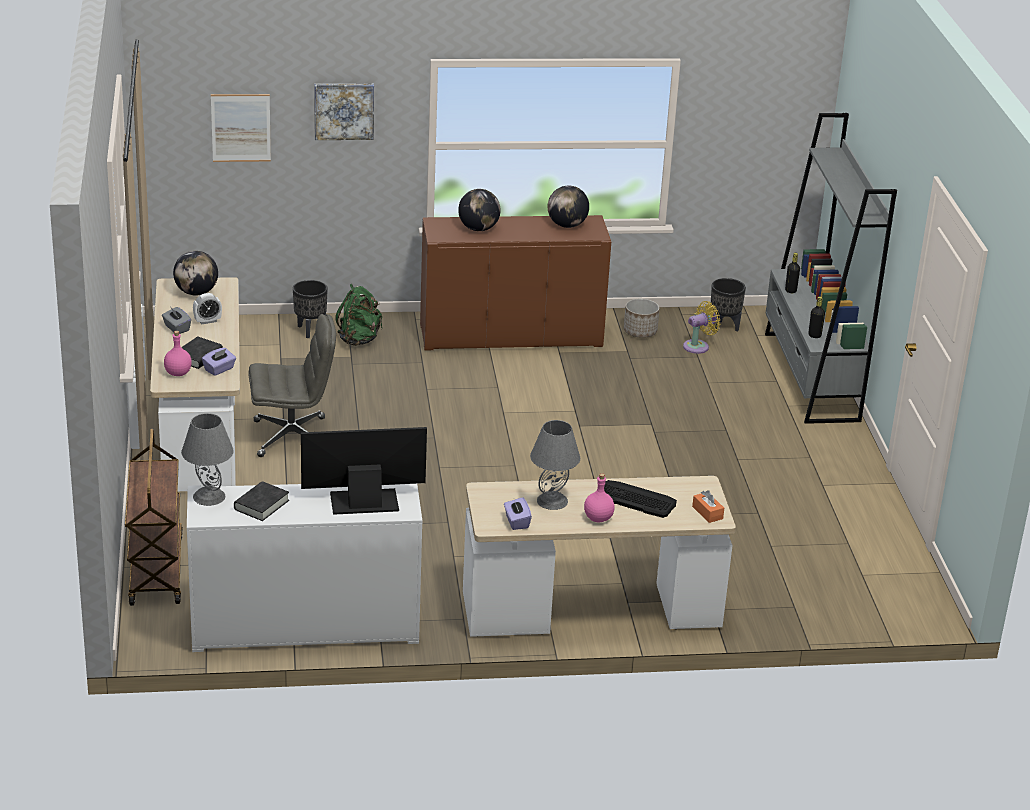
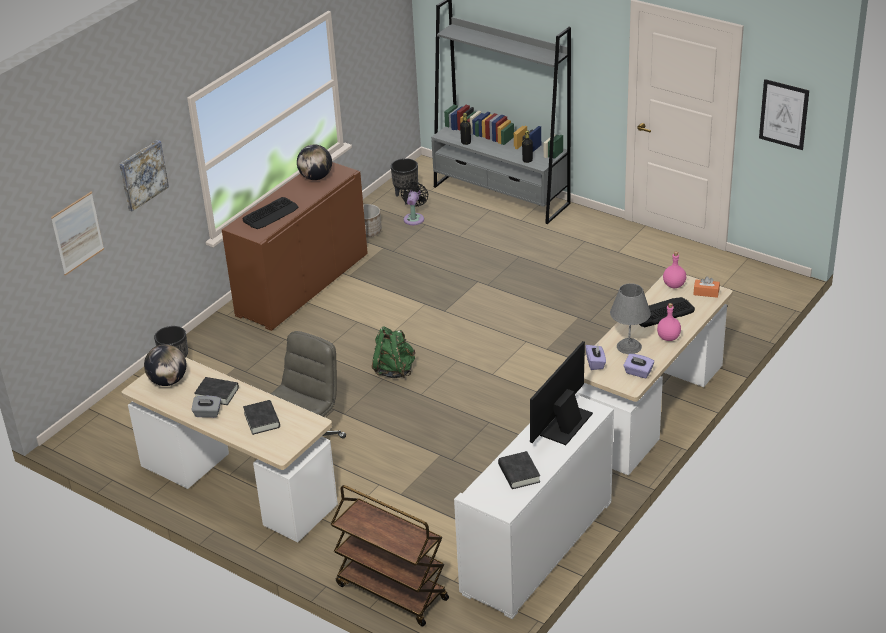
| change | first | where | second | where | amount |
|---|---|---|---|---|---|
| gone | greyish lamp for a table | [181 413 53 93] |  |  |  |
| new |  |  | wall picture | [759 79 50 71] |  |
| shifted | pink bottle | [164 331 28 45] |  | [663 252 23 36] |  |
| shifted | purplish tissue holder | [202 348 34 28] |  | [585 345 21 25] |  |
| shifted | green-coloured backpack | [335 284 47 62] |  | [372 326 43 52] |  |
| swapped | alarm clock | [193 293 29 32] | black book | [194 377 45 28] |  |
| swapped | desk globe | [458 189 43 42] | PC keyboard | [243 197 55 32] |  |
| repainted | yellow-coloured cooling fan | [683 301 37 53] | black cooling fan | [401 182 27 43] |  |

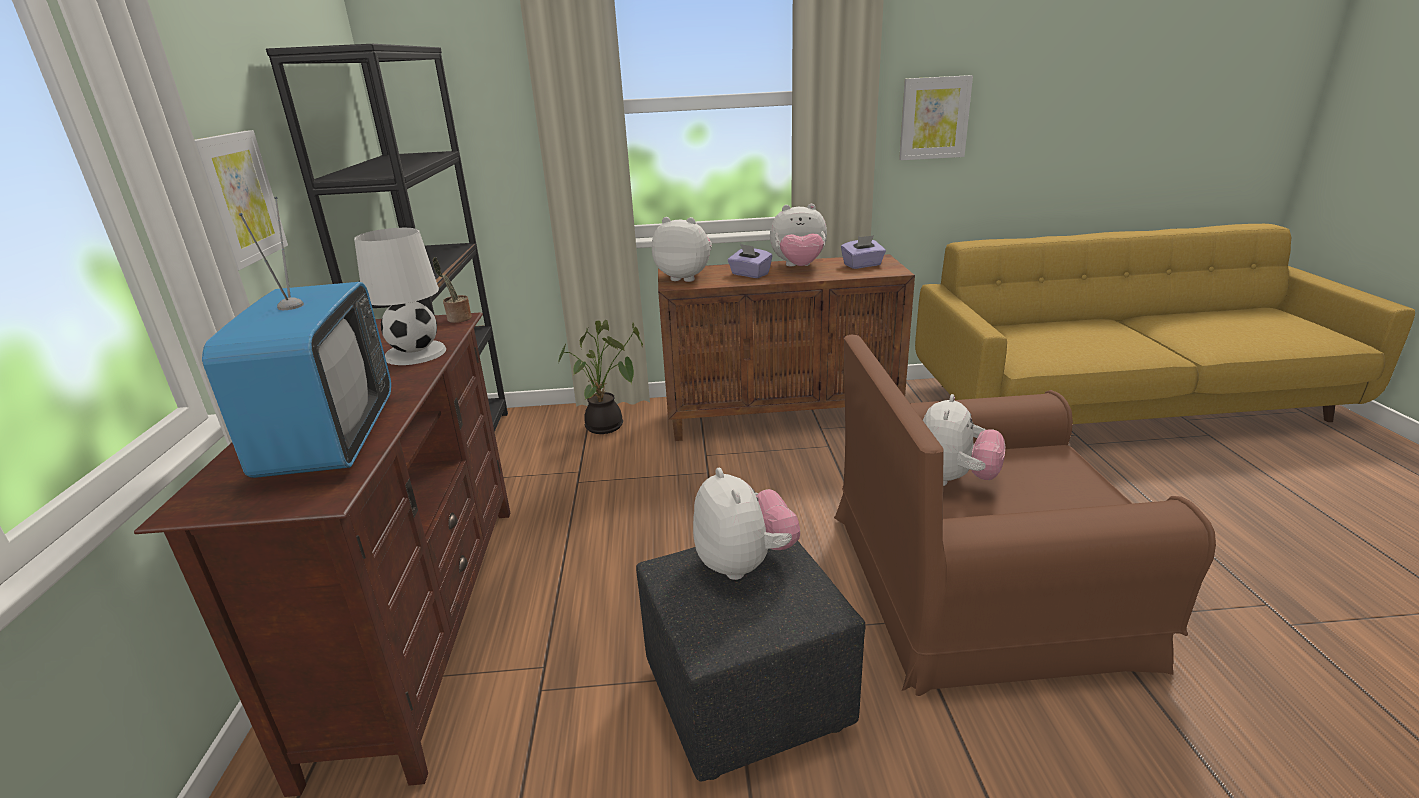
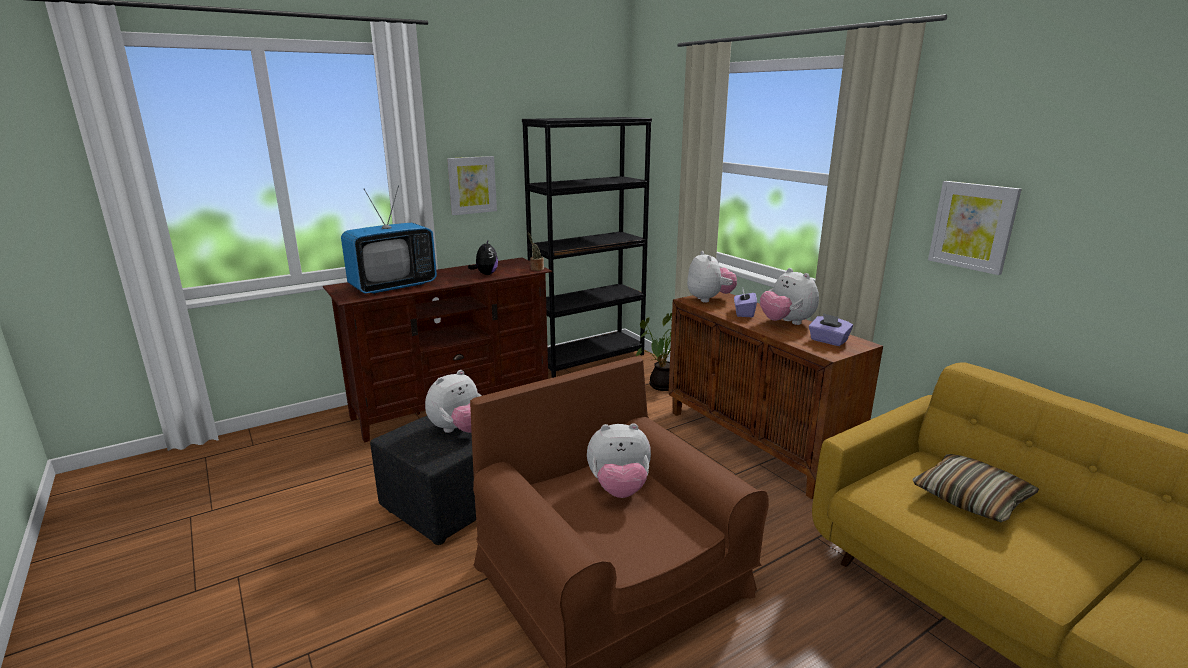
| change | first | where | second | where | amount |
|---|---|---|---|---|---|
| new |  |  | pillow | [913 454 126 68] |  |
| swapped | whitish lamp for a table | [354 228 92 137] | plush toy | [468 241 30 34] |  |

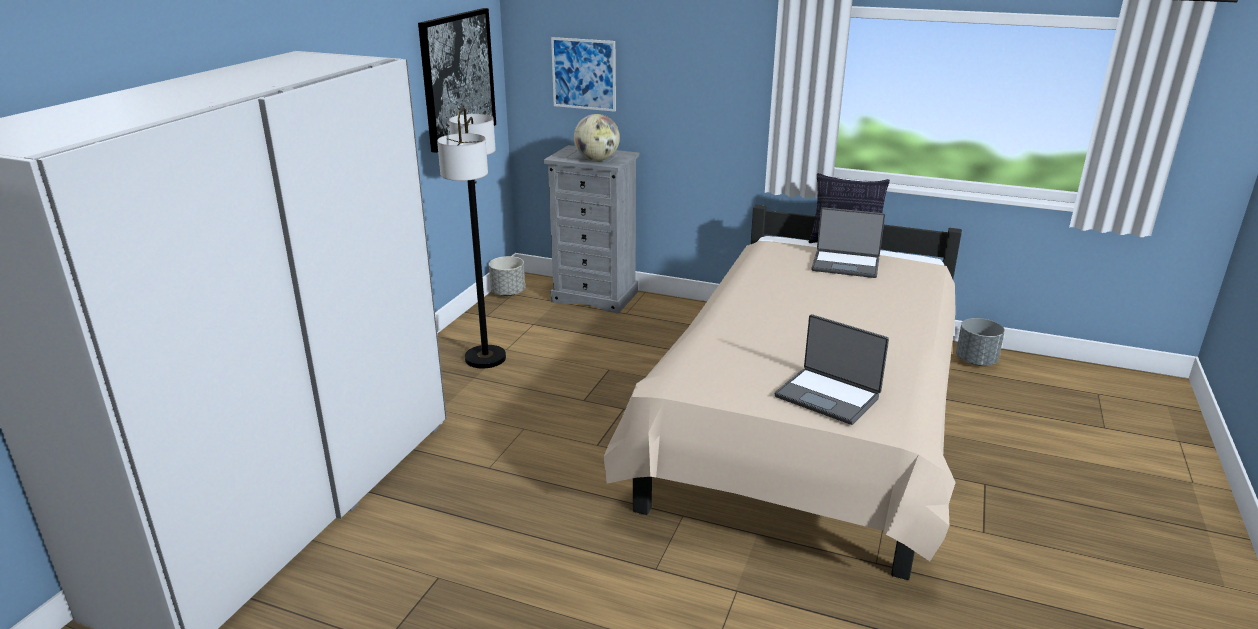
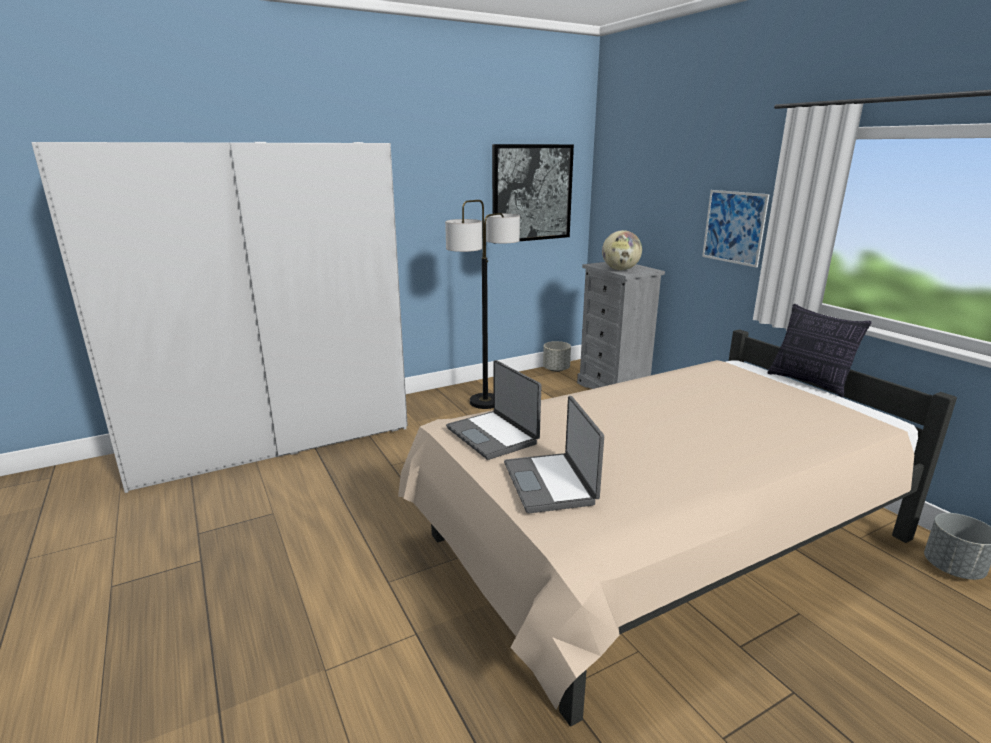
| change | first | where | second | where | amount |
|---|---|---|---|---|---|
| shifted | wall picture | [551 37 65 75] |  | [702 190 68 78] |  |
| shifted | notebook computer | [811 207 74 71] |  | [446 360 95 100] |  |

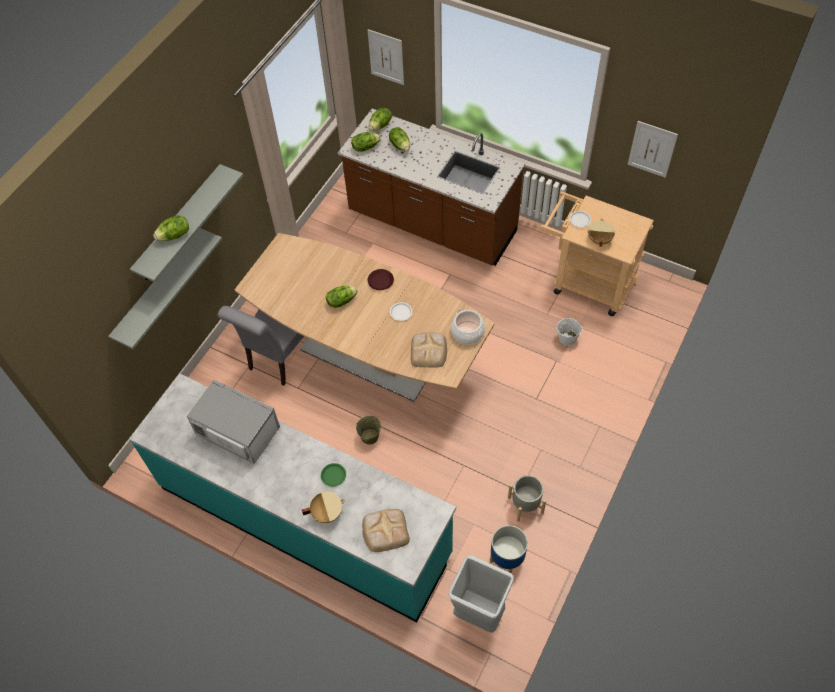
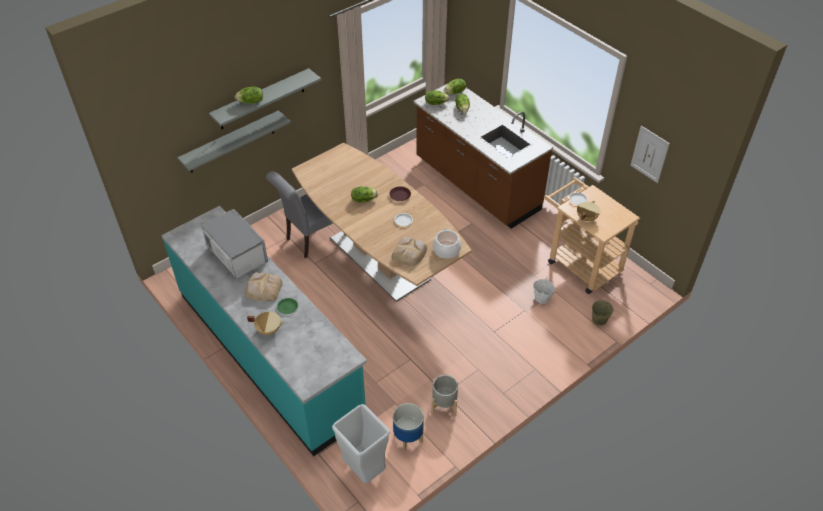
| change | first | where | second | where | amount |
|---|---|---|---|---|---|
| gone | wall picture | [368 29 36 56] |  |  |  |
| shifted | sand-coloured bucket | [356 416 25 29] |  | [592 300 21 25] |  |
| shifted | bread | [362 509 48 43] |  | [245 272 38 29] |  |

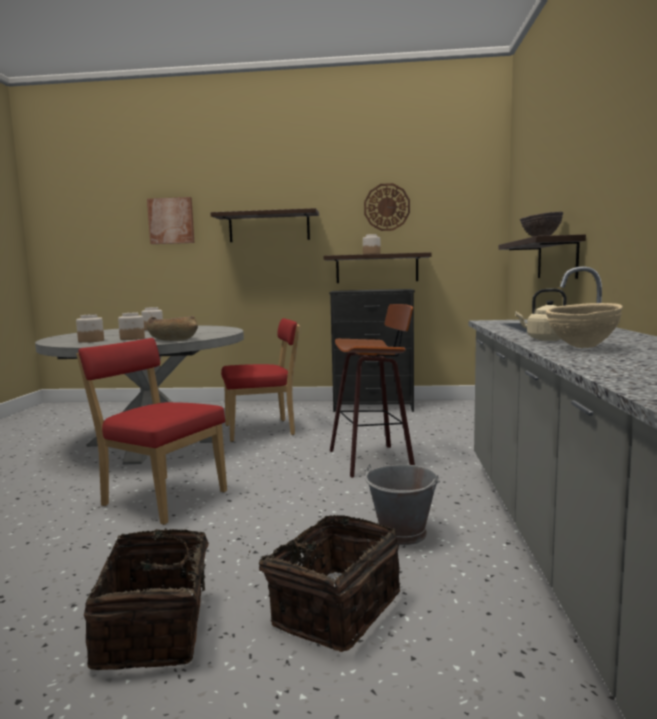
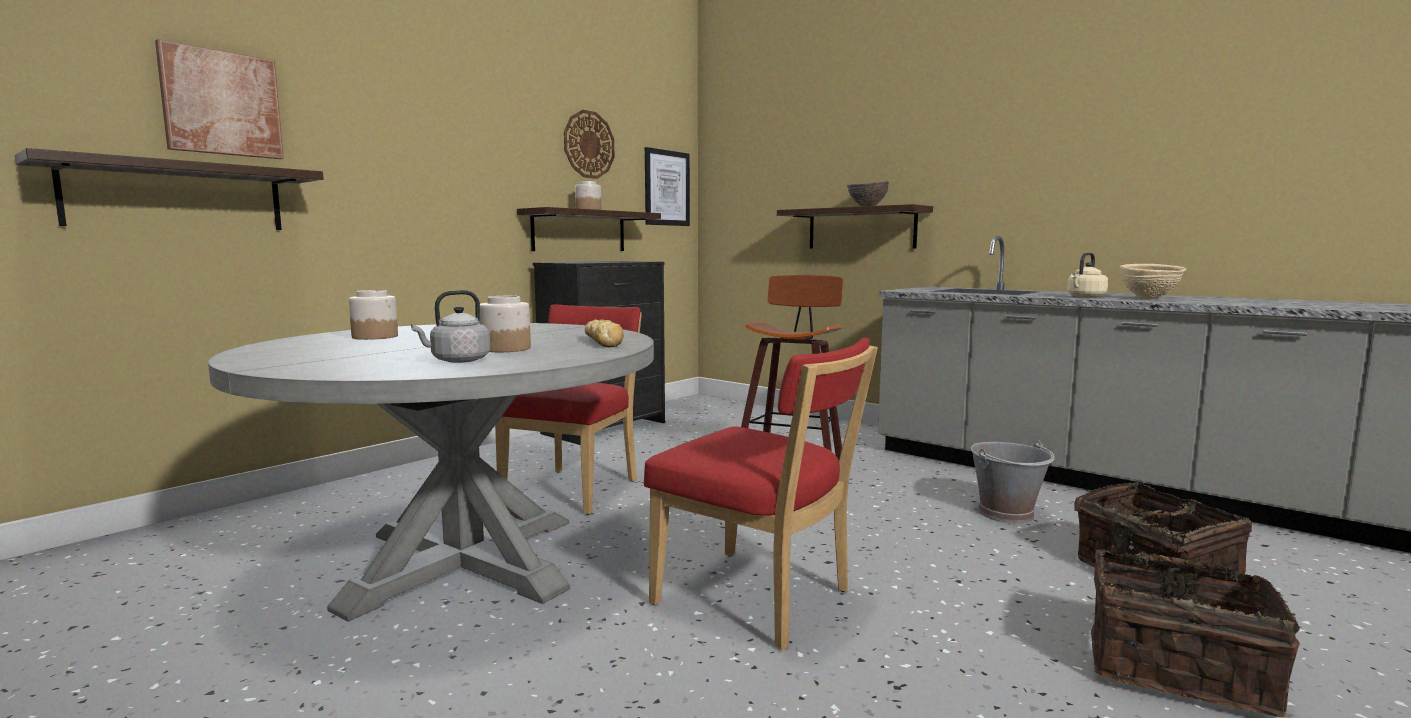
| change | first | where | second | where | amount |
|---|---|---|---|---|---|
| new |  |  | wall picture | [645 147 45 79] |  |
| shifted | shelf | [210 208 109 34] |  | [14 148 310 82] |  |
| swapped | storage jar | [76 314 28 29] | greyish kettle | [411 290 79 73] |  |
| swapped | brown bowl | [147 316 51 25] | bread | [585 320 39 27] |  |
| rotated | red plain chair | [76 338 151 187] |  | [643 337 235 313] | 120 degrees counterclockwise |

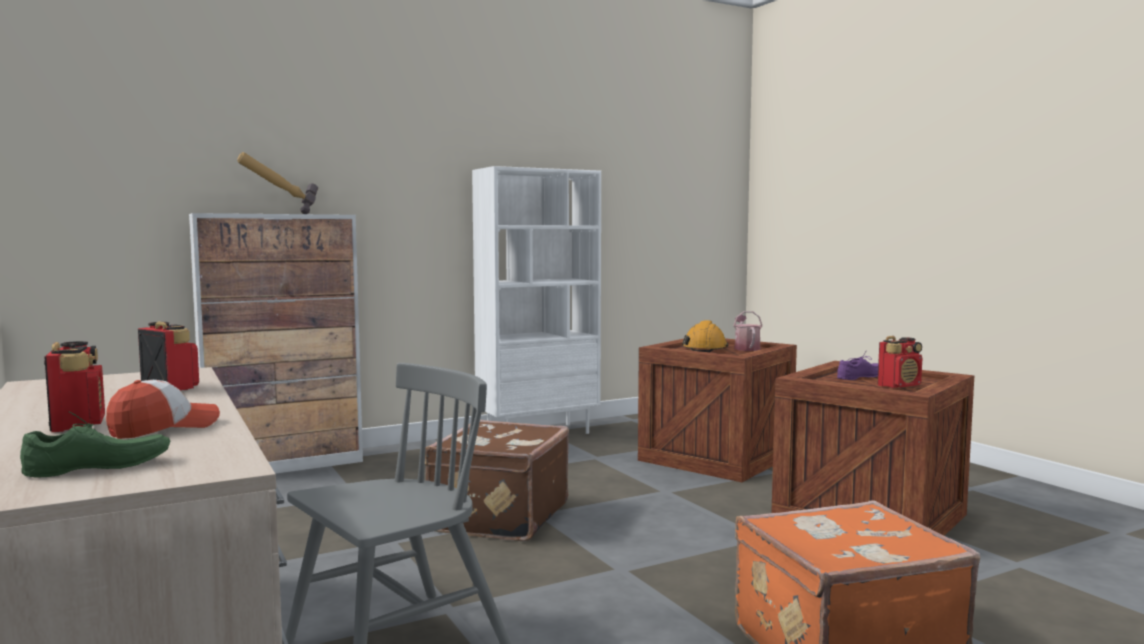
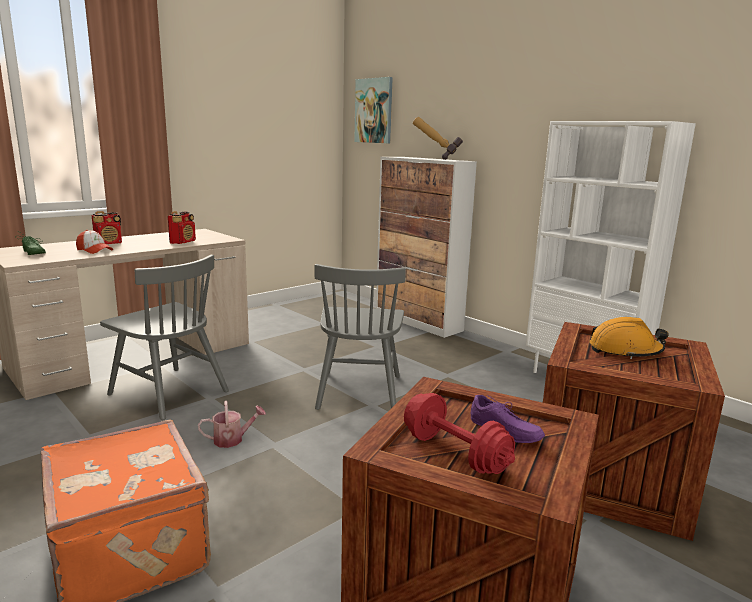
| change | first | where | second | where | amount |
|---|---|---|---|---|---|
| new |  |  | wall picture | [354 77 39 66] |  |
| shifted | sprinkling can | [733 311 29 40] |  | [198 401 68 47] |  |
| swapped | brown travel case | [425 420 144 121] | greyish plain chair | [314 264 92 146] |  |
| swapped | radio receiver | [878 336 45 52] | red hand weight | [404 393 111 81] |  |

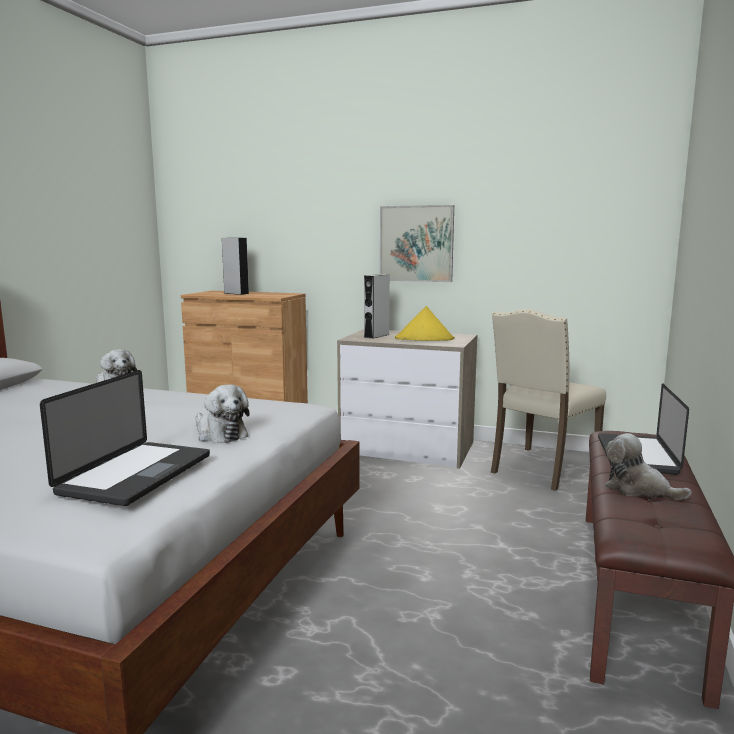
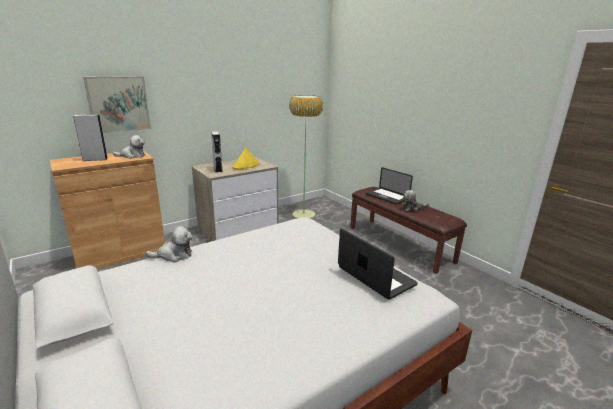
| change | first | where | second | where | amount |
|---|---|---|---|---|---|
| shifted | plush toy | [196 384 53 59] |  | [112 135 33 24] |  |
| shifted | wall picture | [380 205 74 77] |  | [83 76 68 57] |  |
| swapped | sand-coloured plain chair | [491 309 115 182] | standing lamp | [289 95 34 124] |  |

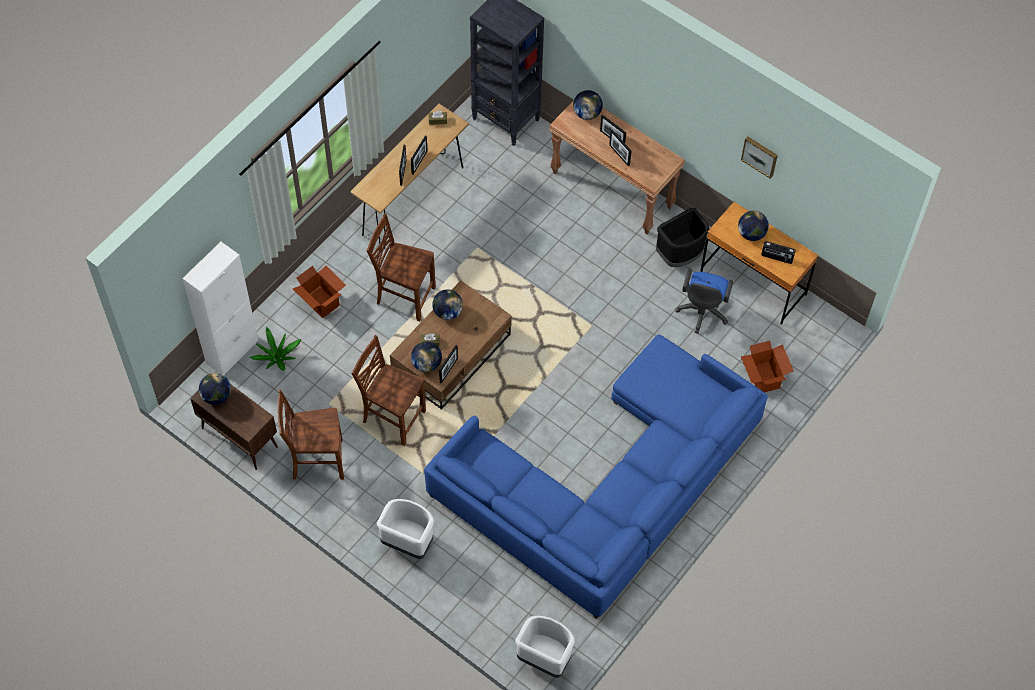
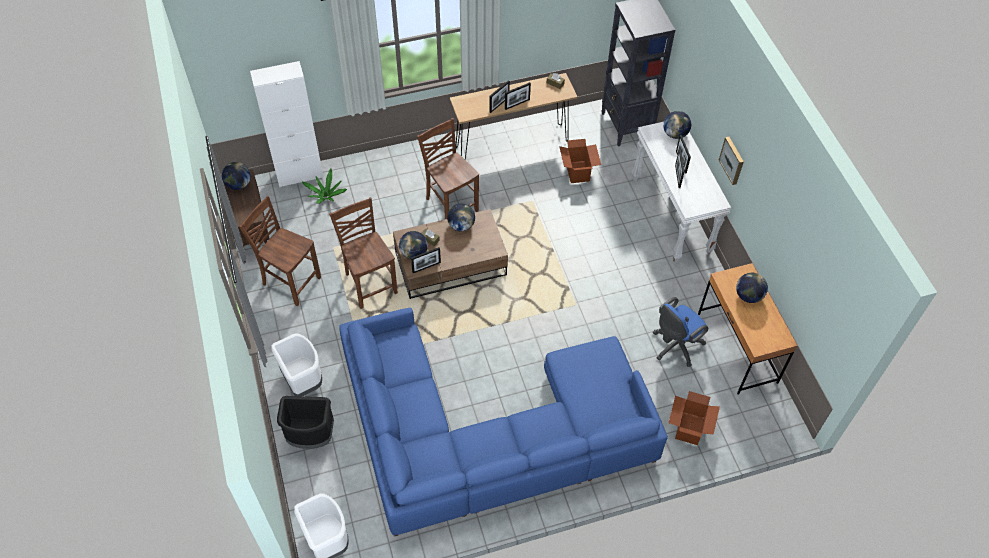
| change | first | where | second | where | amount |
|---|---|---|---|---|---|
| gone | radio receiver | [761 241 35 23] |  |  |  |
| shifted | packing box | [293 266 53 52] |  | [559 139 42 44] |  |
| shifted | black rubbish bin | [656 208 53 59] |  | [277 396 57 53] |  |
| shifted | wall picture | [741 136 37 43] |  | [719 137 25 48] |  |
| repainted | brown console table | [549 100 136 135] | whitish console table | [632 122 99 141] |  |

